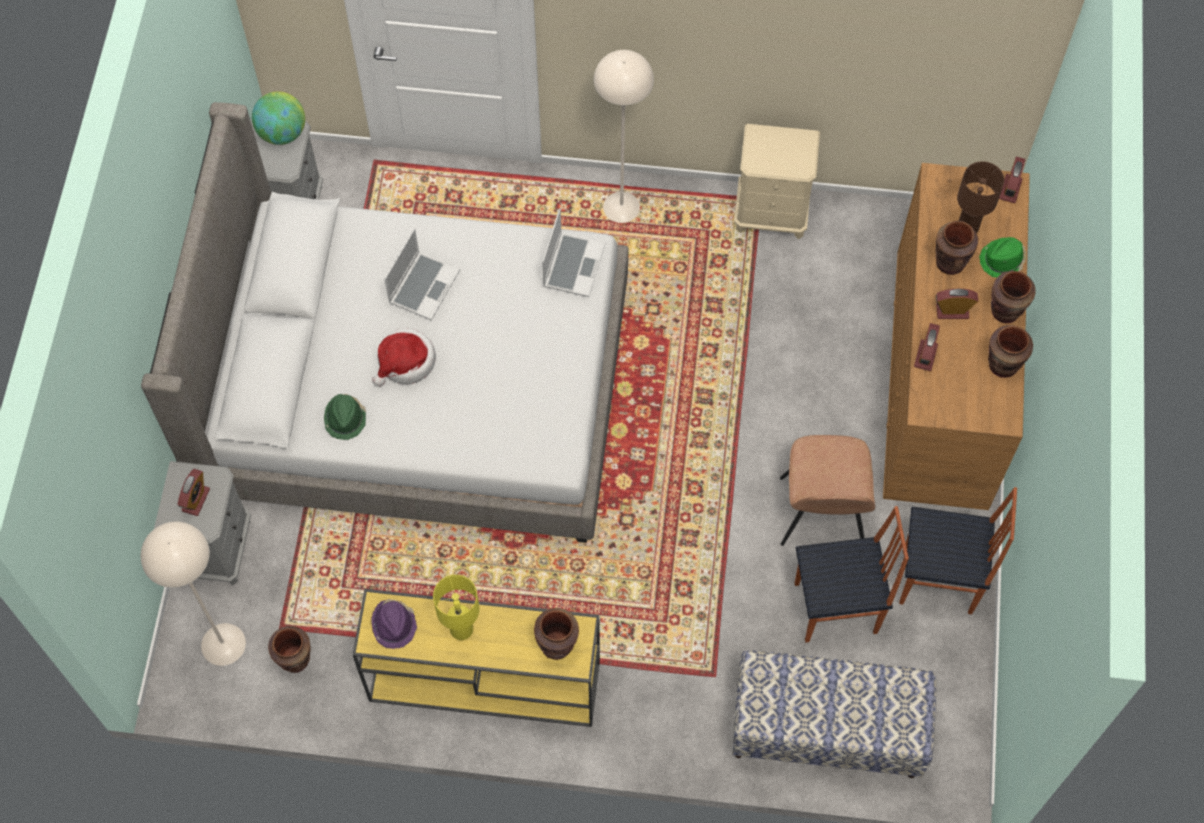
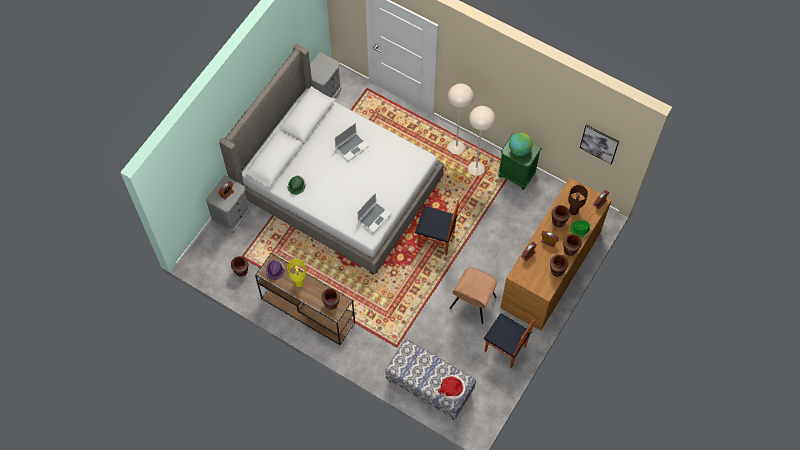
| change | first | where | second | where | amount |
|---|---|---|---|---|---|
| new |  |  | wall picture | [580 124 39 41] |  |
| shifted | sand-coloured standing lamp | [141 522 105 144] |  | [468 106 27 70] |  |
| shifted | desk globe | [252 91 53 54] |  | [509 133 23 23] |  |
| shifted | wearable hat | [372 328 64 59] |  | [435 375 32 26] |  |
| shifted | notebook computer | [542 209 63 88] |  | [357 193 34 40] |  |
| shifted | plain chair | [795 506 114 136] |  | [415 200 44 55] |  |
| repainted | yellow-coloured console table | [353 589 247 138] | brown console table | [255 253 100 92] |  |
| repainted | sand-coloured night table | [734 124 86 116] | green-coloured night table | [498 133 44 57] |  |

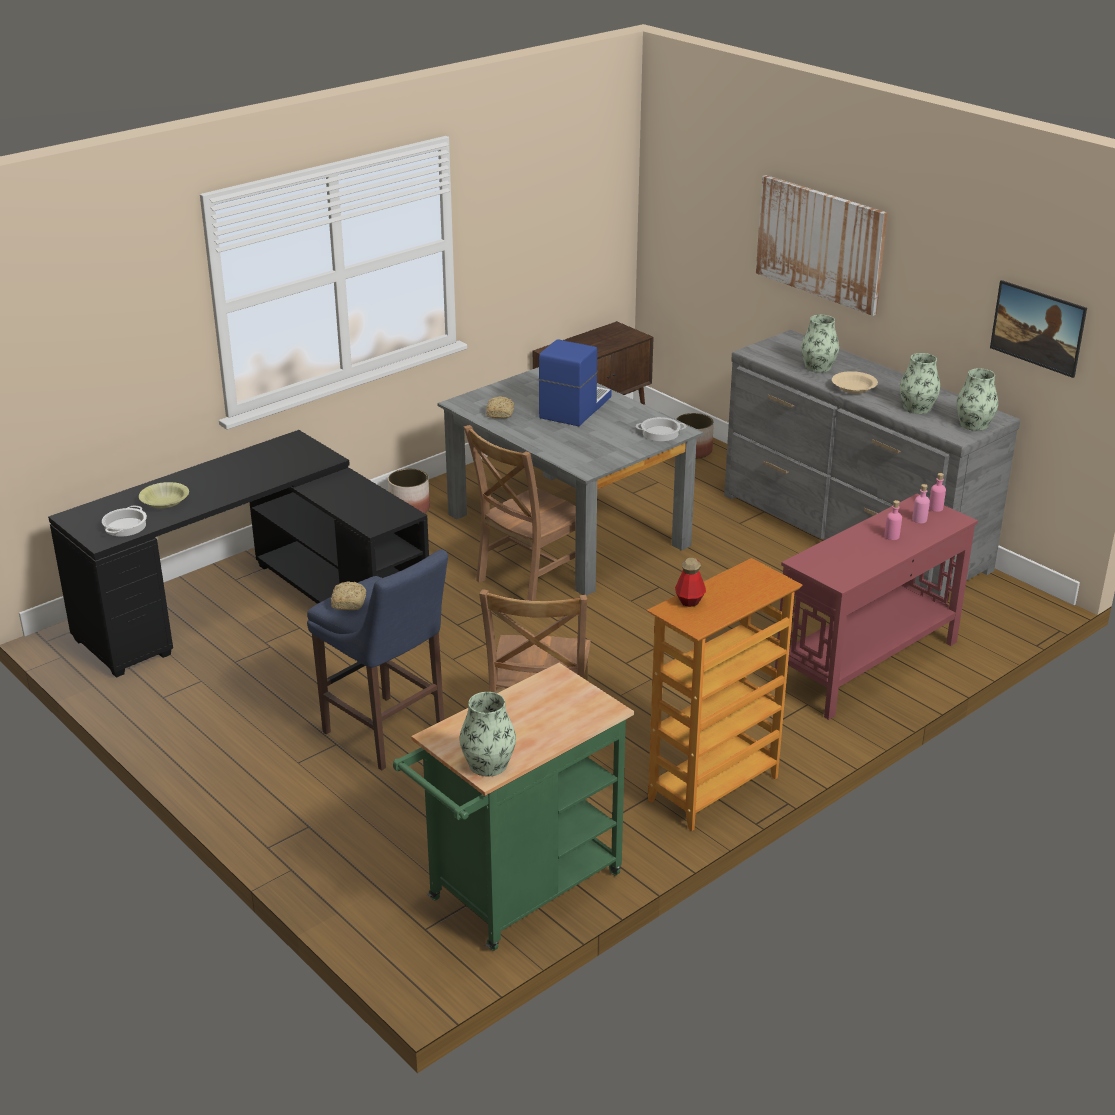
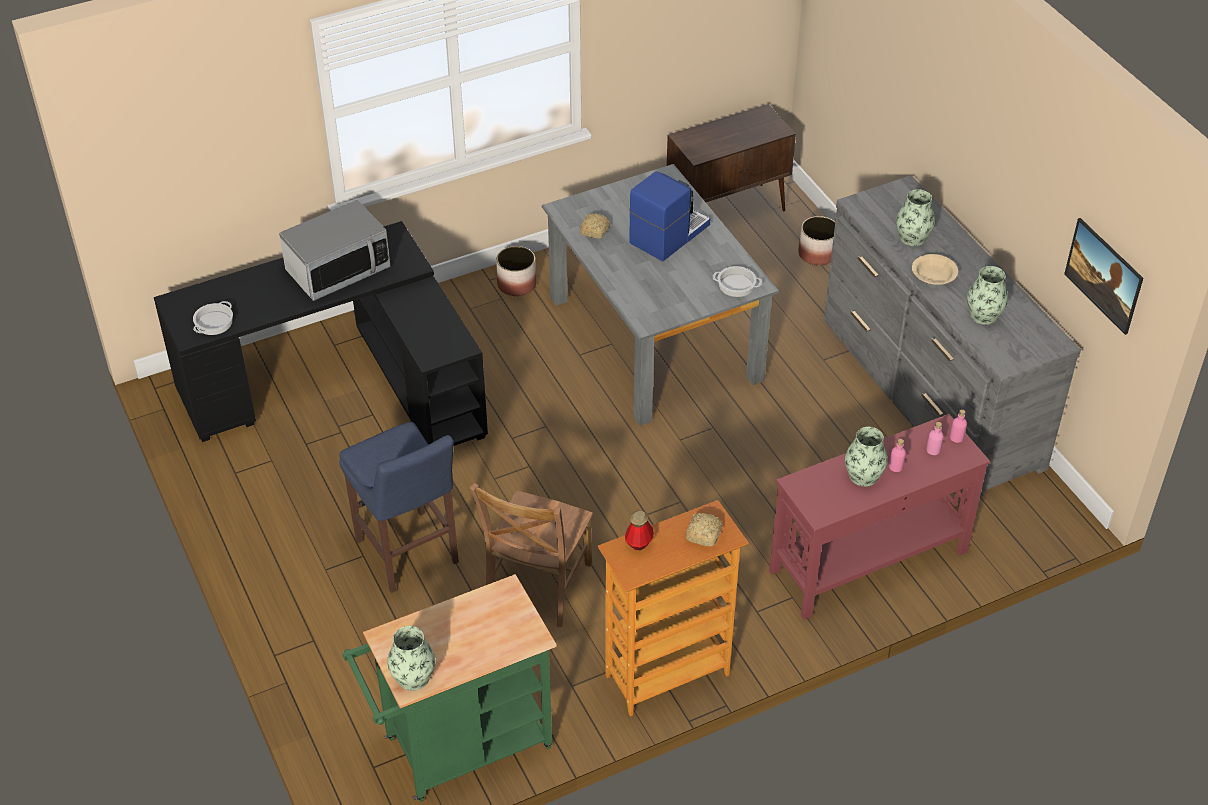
| change | first | where | second | where | amount |
|---|---|---|---|---|---|
| gone | yellow-coloured bowl | [139 482 50 27] |  |  |  |
| gone | brown plain chair | [463 425 113 176] |  |  |  |
| gone | wall picture | [756 175 132 141] |  |  |  |
| new |  |  | microwave oven | [279 200 111 101] |  |
| shifted | bread | [331 581 35 29] |  | [686 513 36 33] |  |
| shifted | decorative vase | [956 368 42 63] |  | [845 427 43 60] |  |

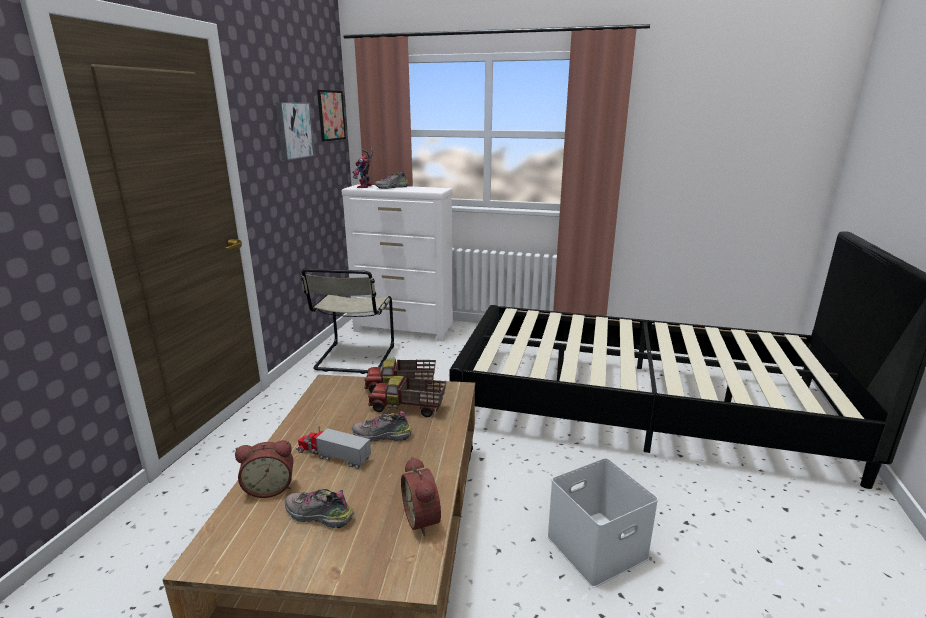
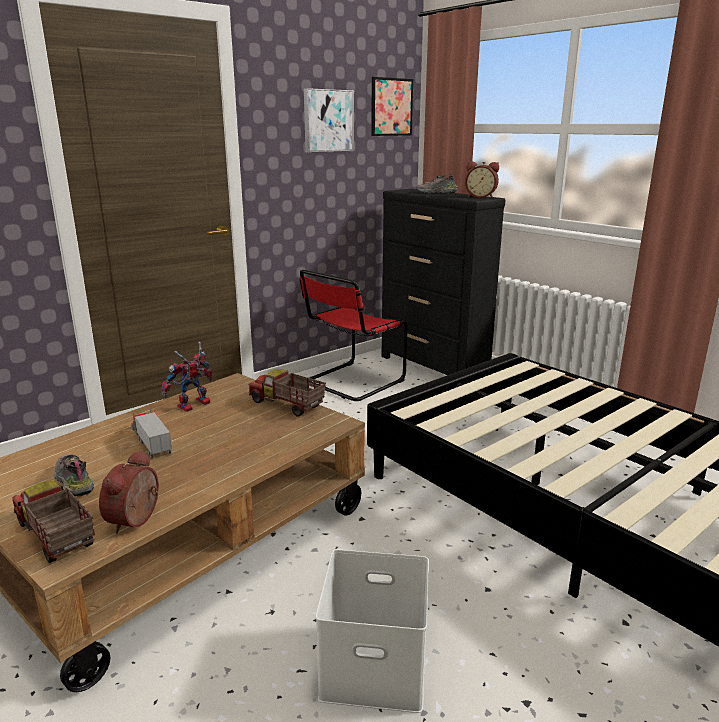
| change | first | where | second | where | amount |
|---|---|---|---|---|---|
| gone | low shoe | [352 411 60 31] |  |  |  |
| shifted | alarm clock | [235 440 58 58] |  | [465 162 34 36] |  |
| shifted | model robot | [352 146 21 42] |  | [161 342 51 70] |  |
| shifted | toy truck | [368 376 78 41] |  | [12 480 83 83] |  |
| repainted | sand-coloured plain chair | [301 269 93 105] | red plain chair | [299 270 109 131] |  |
| repainted | whitish dresser | [342 184 111 158] | black dresser | [381 189 124 186] |  |

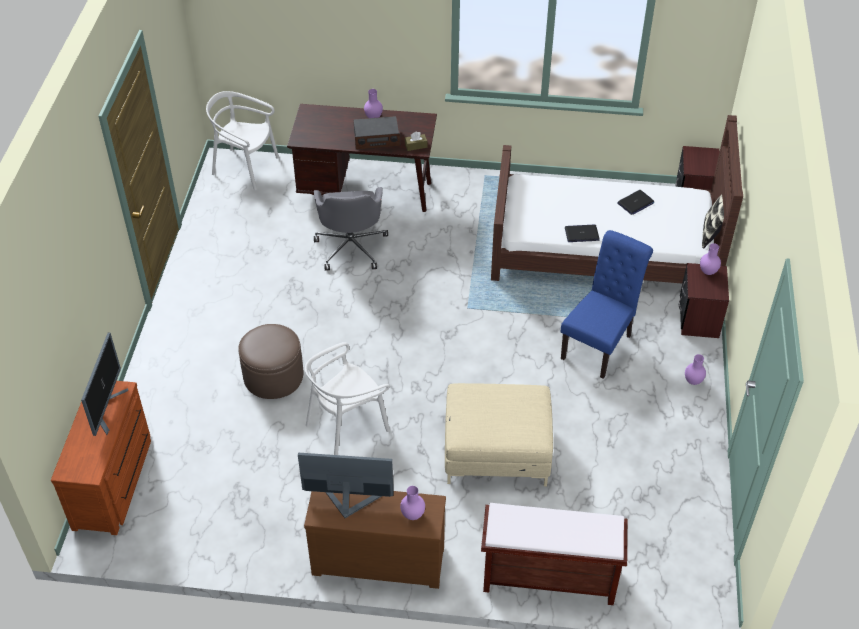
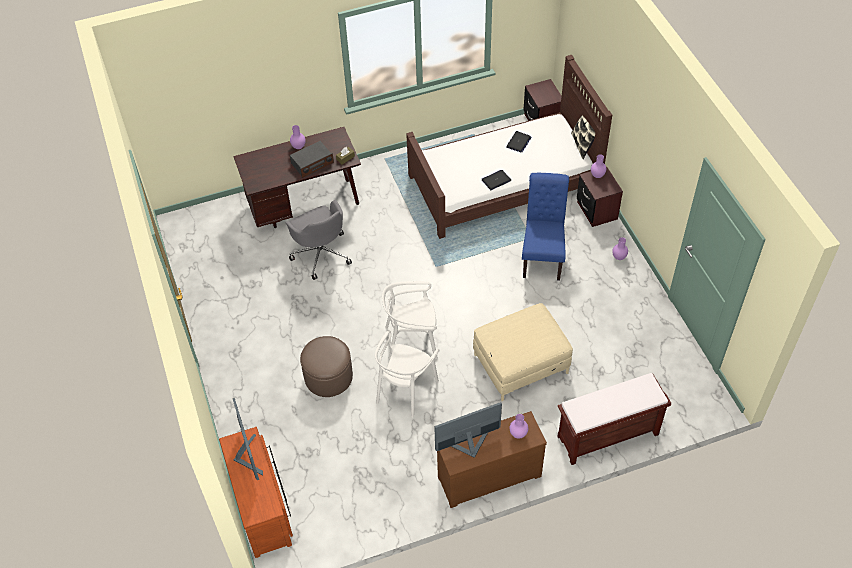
| change | first | where | second | where | amount |
|---|---|---|---|---|---|
| shifted | whitish plain chair | [206 91 73 99] |  | [382 281 56 78] |  |

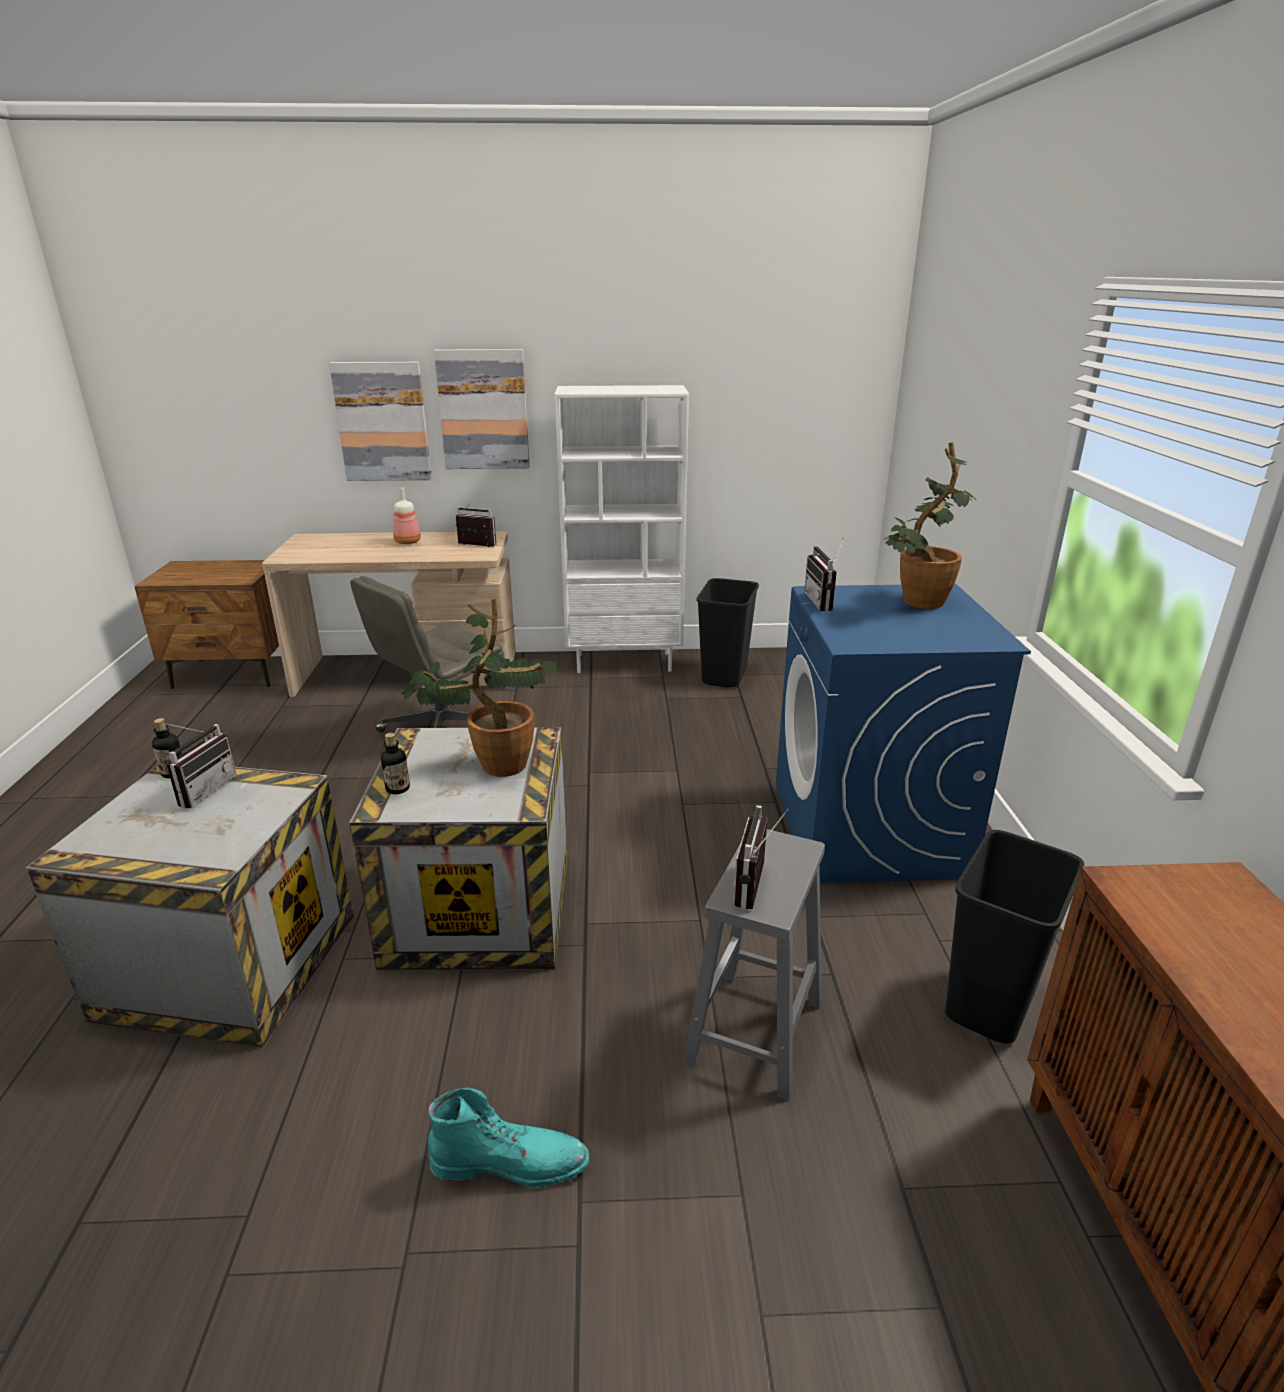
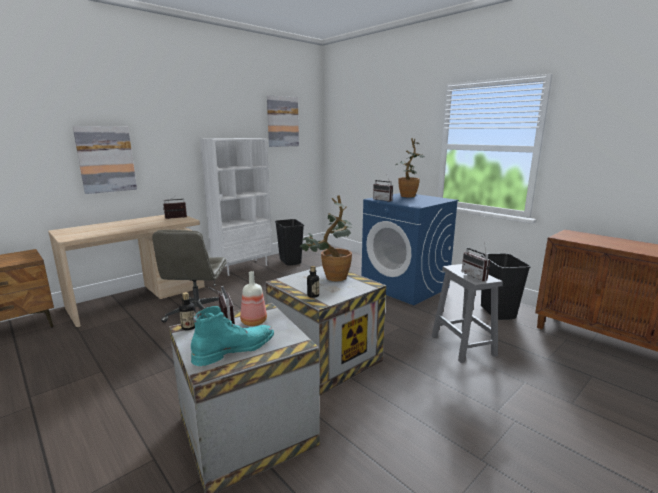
| change | first | where | second | where | amount |
|---|---|---|---|---|---|
| shifted | bottle | [393 487 28 57] |  | [240 271 27 55] |  |
| shifted | turquoise boot | [428 1088 161 100] |  | [191 306 83 60] |  |
| shifted | wall picture | [434 349 96 120] |  | [267 95 32 52] |  |

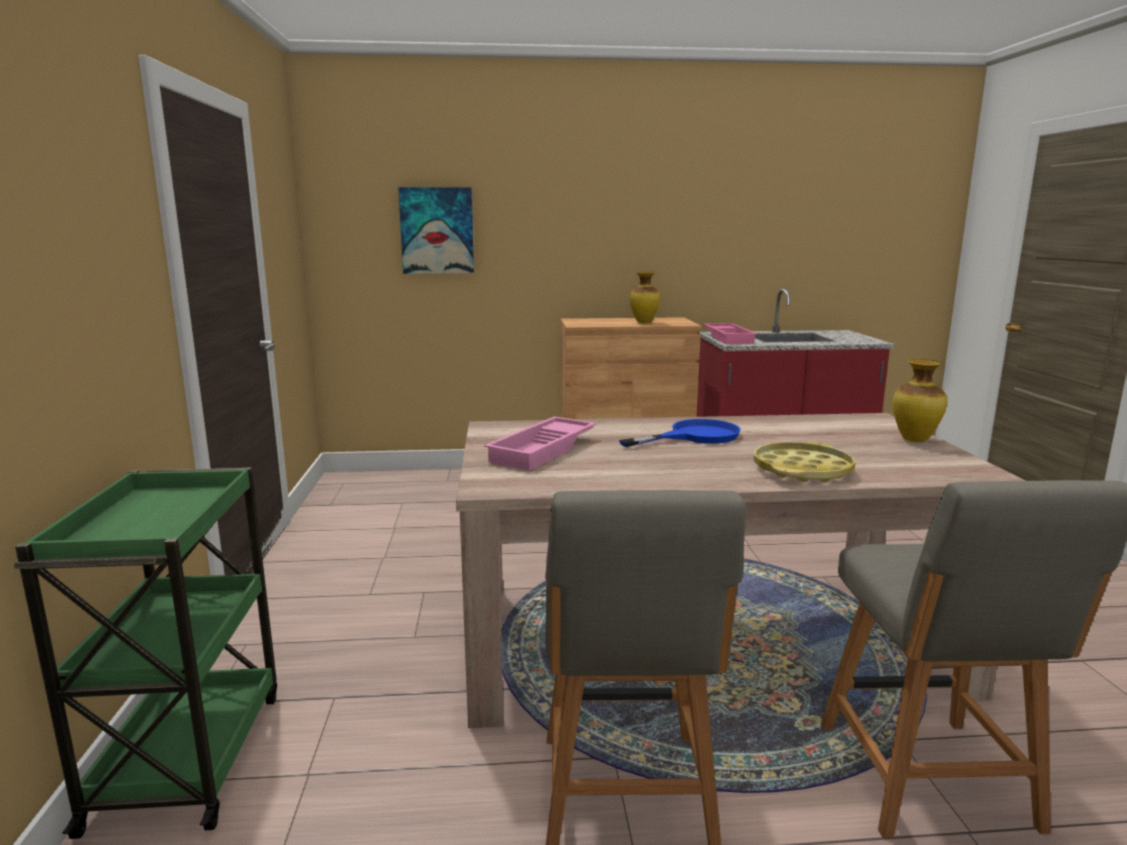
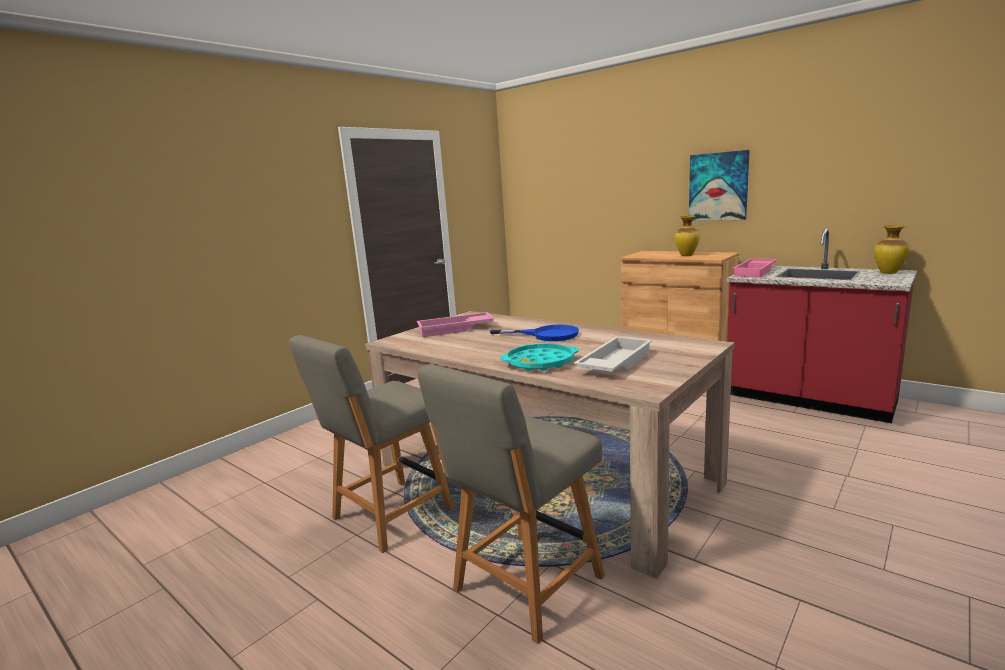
| change | first | where | second | where | amount |
|---|---|---|---|---|---|
| gone | green-coloured cart | [14 468 263 371] |  |  |  |
| new |  |  | whitish carrying tray | [574 336 78 36] |  |
| shifted | wall picture | [398 187 76 87] |  | [689 150 61 71] |  |
| shifted | decorative vase | [892 359 55 83] |  | [874 225 35 49] |  |
| repainted | yellow-coloured carrying tray | [754 442 101 41] | turquoise carrying tray | [500 344 79 27] |  |

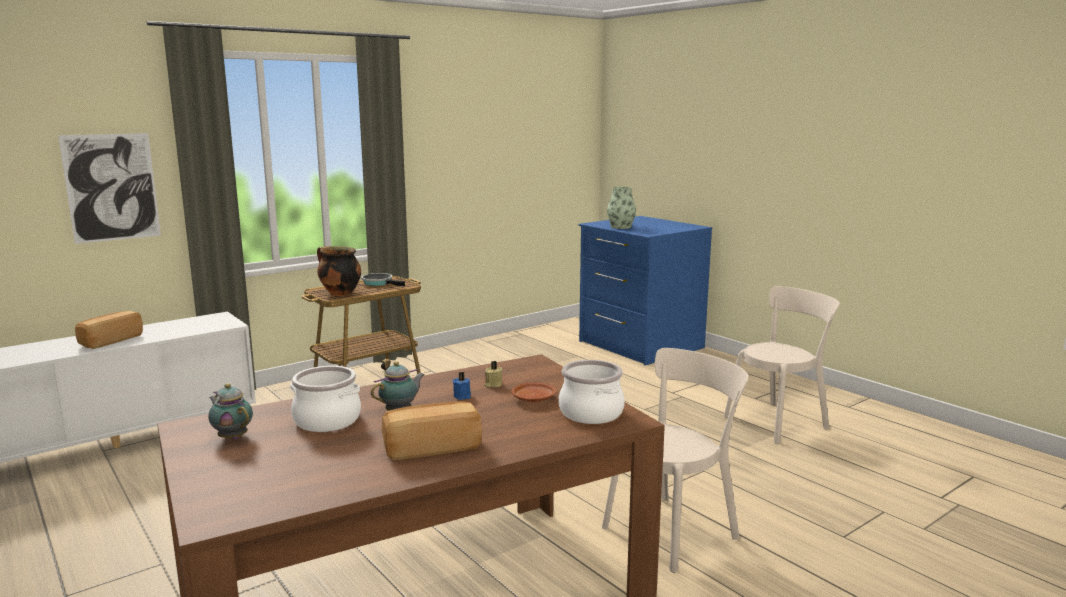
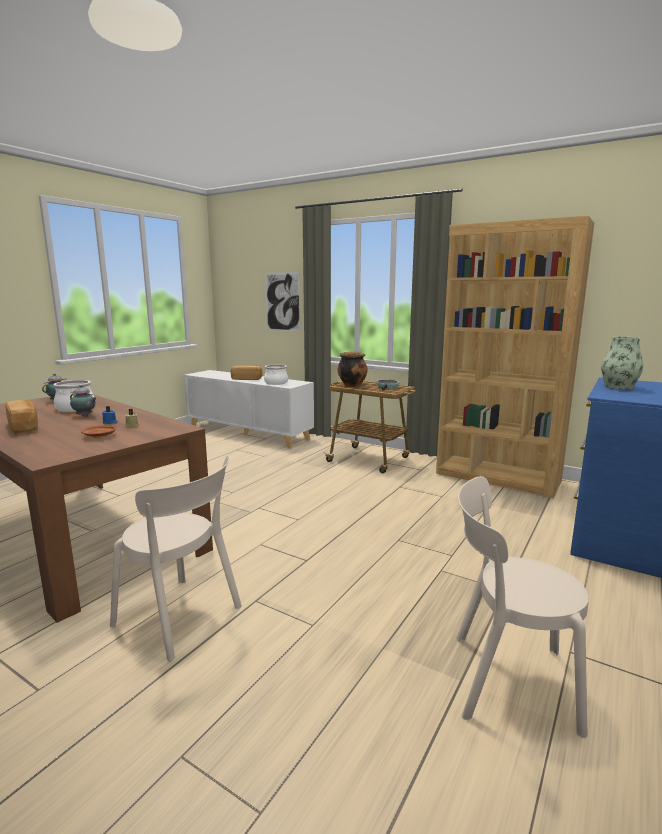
| change | first | where | second | where | amount |
|---|---|---|---|---|---|
| new |  |  | brown bookcase | [436 216 158 282] |  |
| shifted | stockpot | [559 360 66 64] |  | [264 365 24 20] |  |
| rotated | sand-coloured plain chair | [724 286 116 158] |  | [456 476 133 262] | 150 degrees clockwise |

